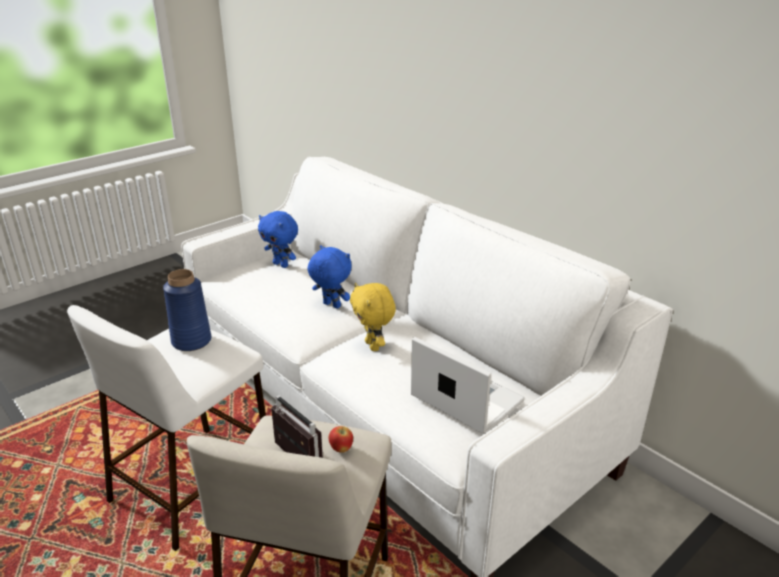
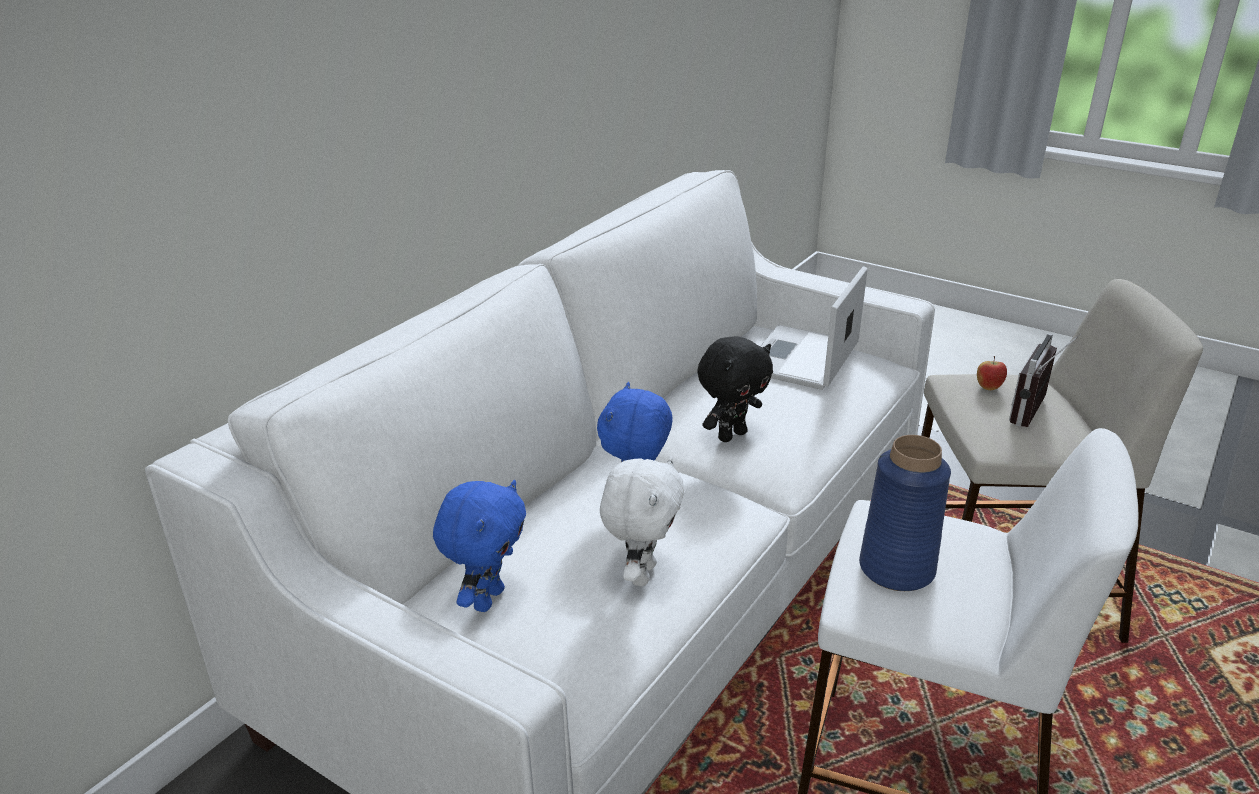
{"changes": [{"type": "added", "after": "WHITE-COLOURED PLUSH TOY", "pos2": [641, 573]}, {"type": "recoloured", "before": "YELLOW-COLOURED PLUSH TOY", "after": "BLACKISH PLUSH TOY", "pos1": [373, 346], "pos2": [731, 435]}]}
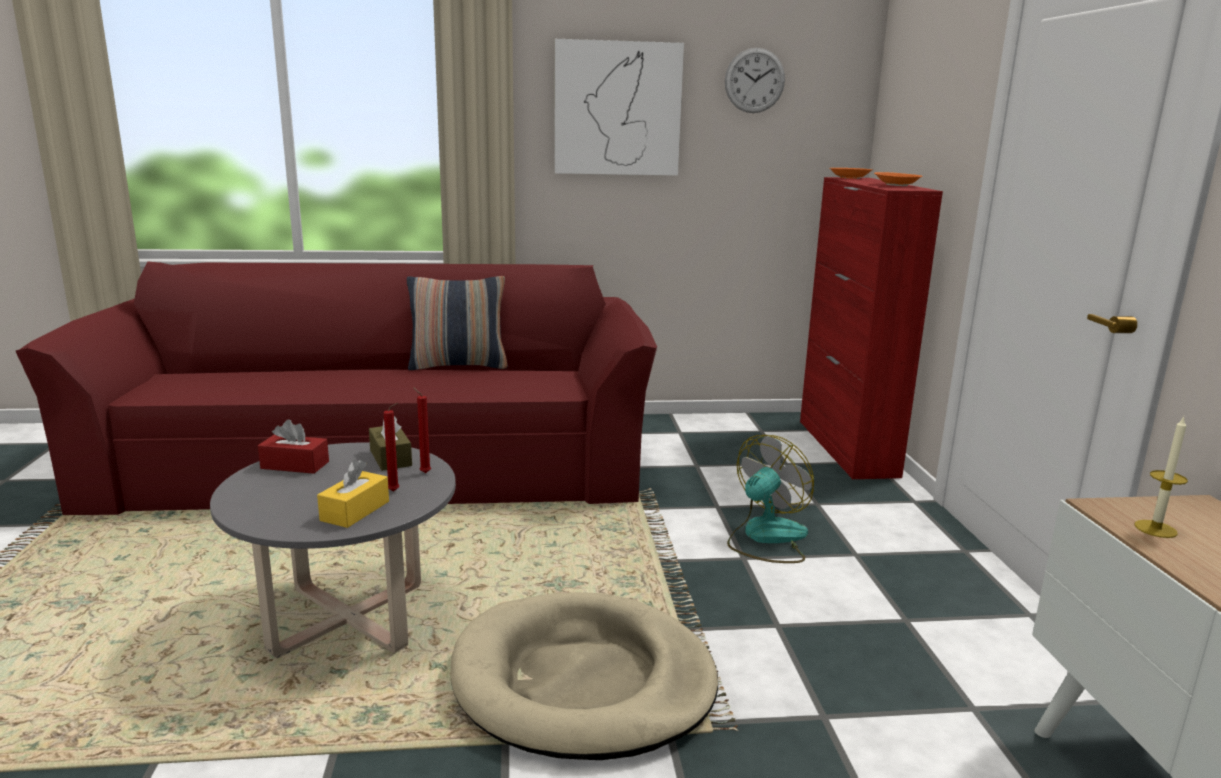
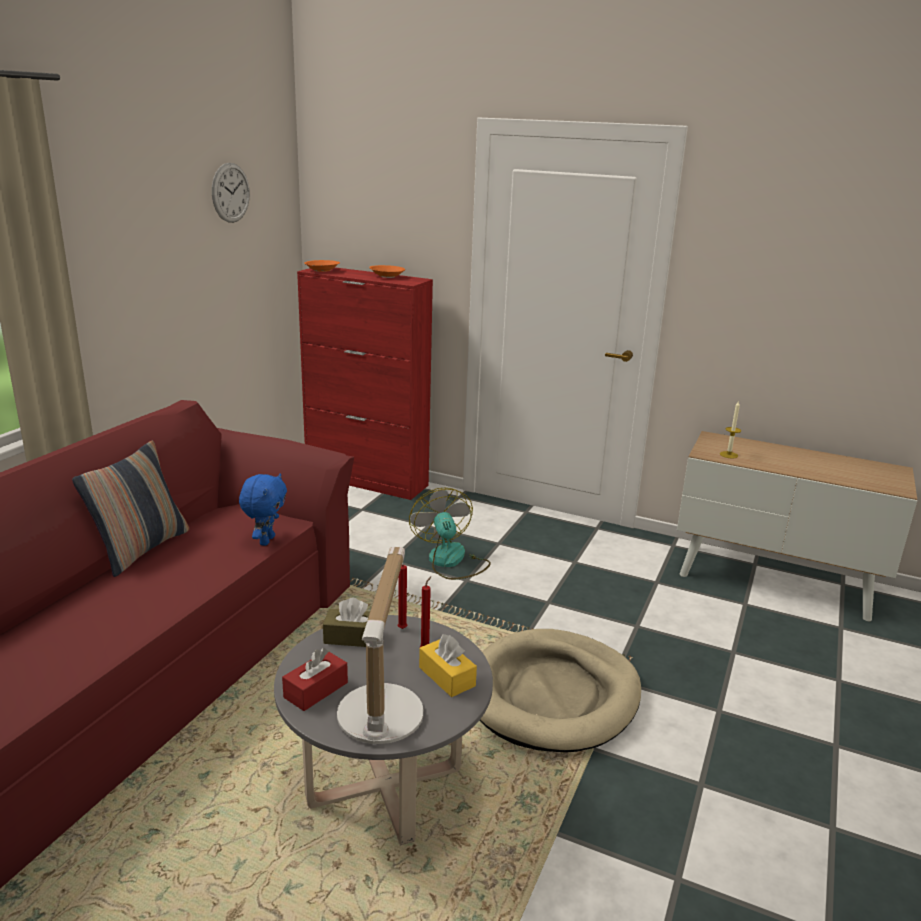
{"changes": [{"type": "removed", "before": "WALL ART", "pos1": [617, 109]}, {"type": "added", "after": "BLUISH PLUSH TOY", "pos2": [266, 540]}, {"type": "added", "after": "LAMP FOR A TABLE", "pos2": [382, 708]}]}
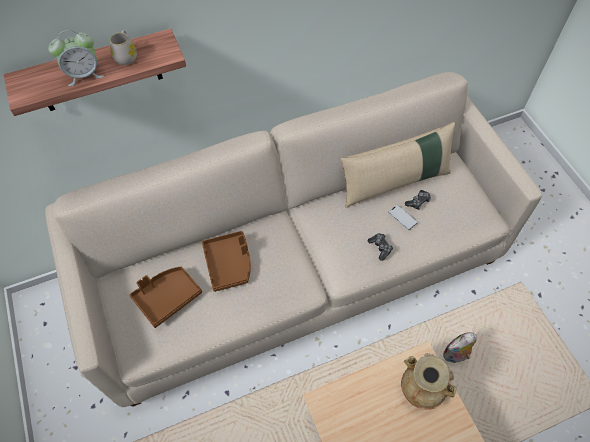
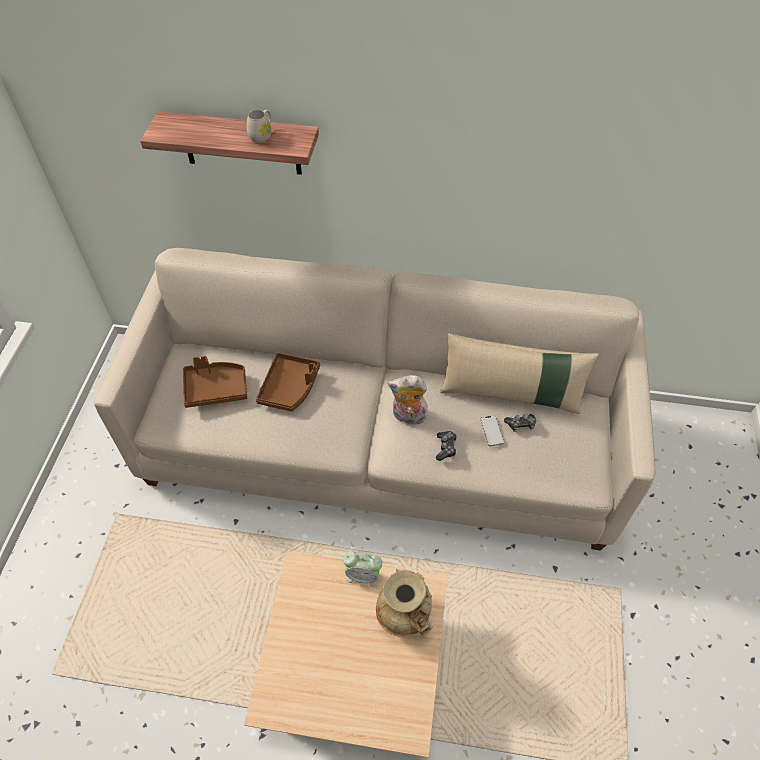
{"changes": [{"type": "moved", "before": "BEDSIDE CLOCK", "pos1": [84, 75], "pos2": [363, 575]}, {"type": "moved", "before": "PLUSH TOY", "pos1": [455, 356], "pos2": [408, 417]}]}
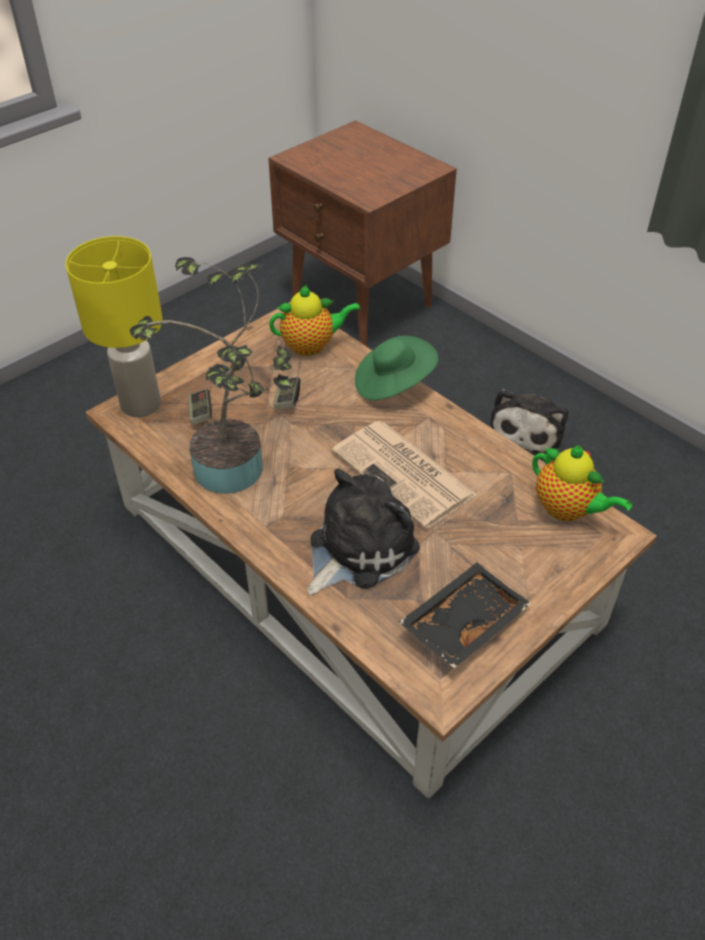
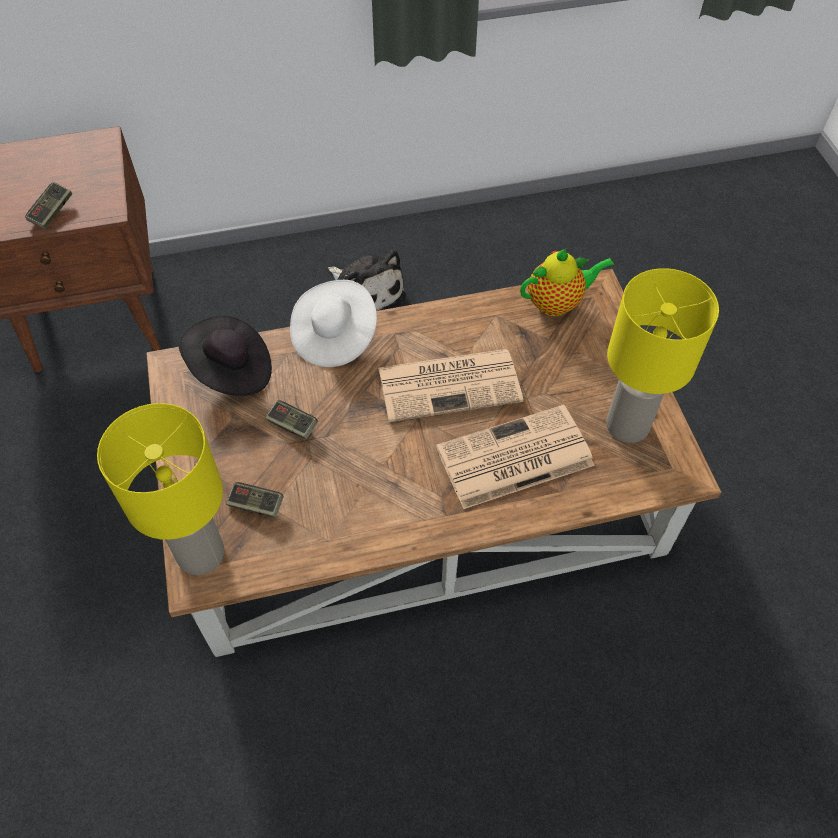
{"changes": [{"type": "removed", "before": "PLANT IN A POT", "pos1": [236, 470]}, {"type": "added", "after": "GAME CONTROLLER", "pos2": [52, 212]}, {"type": "replaced", "before": "TEAPOT", "after": "BLACKISH HAT", "pos1": [312, 346], "pos2": [231, 371]}, {"type": "replaced", "before": "PLUSH TOY", "after": "NEWSPAPER", "pos1": [357, 548], "pos2": [513, 458]}, {"type": "replaced", "before": "BLACKISH CARRYING TRAY", "after": "YELLOW-COLOURED LAMP FOR A TABLE", "pos1": [462, 621], "pos2": [627, 426]}, {"type": "recoloured", "before": "GREENISH HAT", "after": "WHITE-COLOURED HAT", "pos1": [393, 384], "pos2": [334, 337]}]}
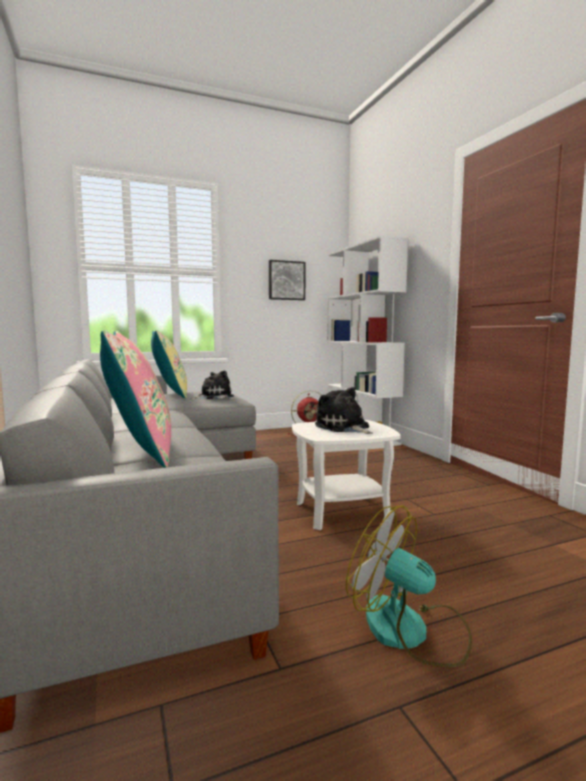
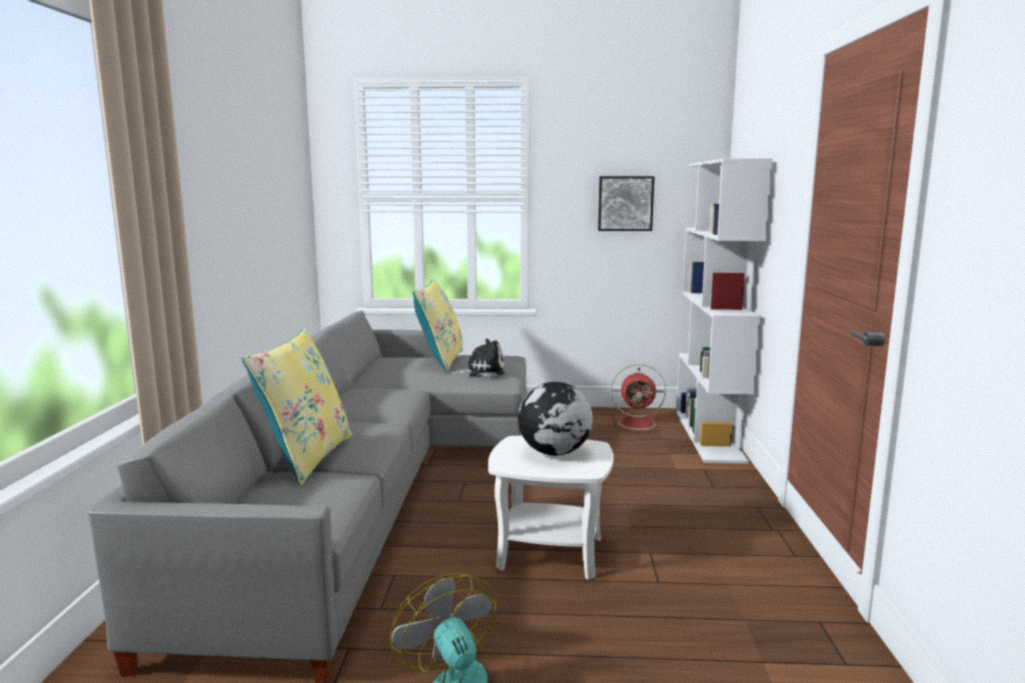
{"changes": [{"type": "replaced", "before": "PLUSH TOY", "after": "WORLD GLOBE", "pos1": [343, 427], "pos2": [554, 453]}, {"type": "recoloured", "before": "PINK THROW PILLOW", "after": "YELLOW-COLOURED THROW PILLOW", "pos1": [141, 451], "pos2": [306, 458]}]}
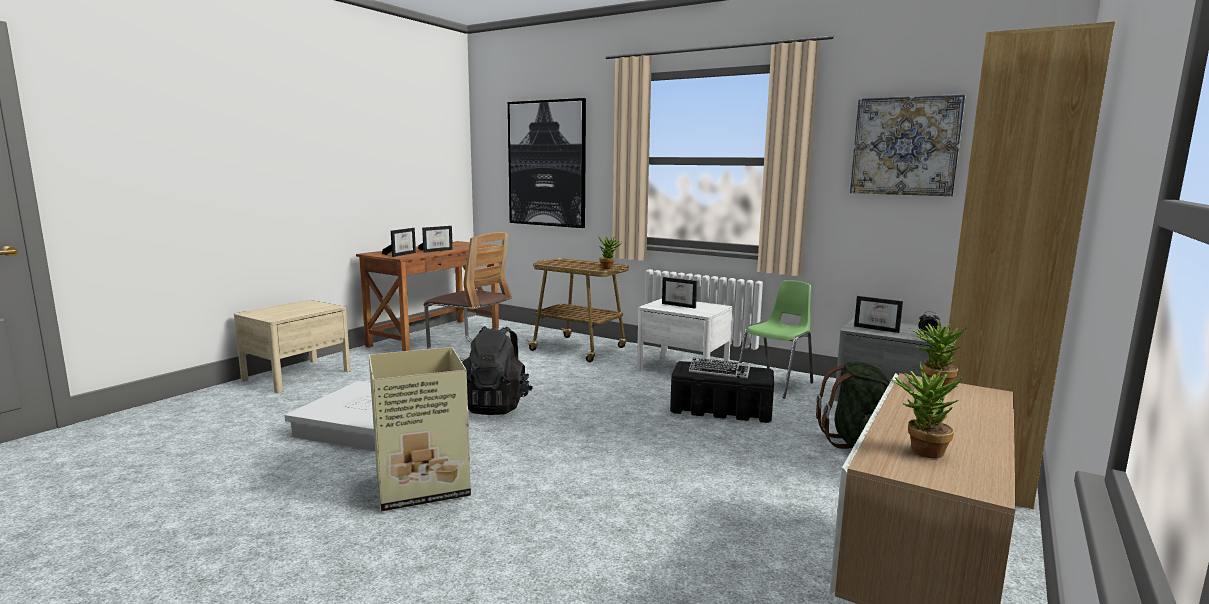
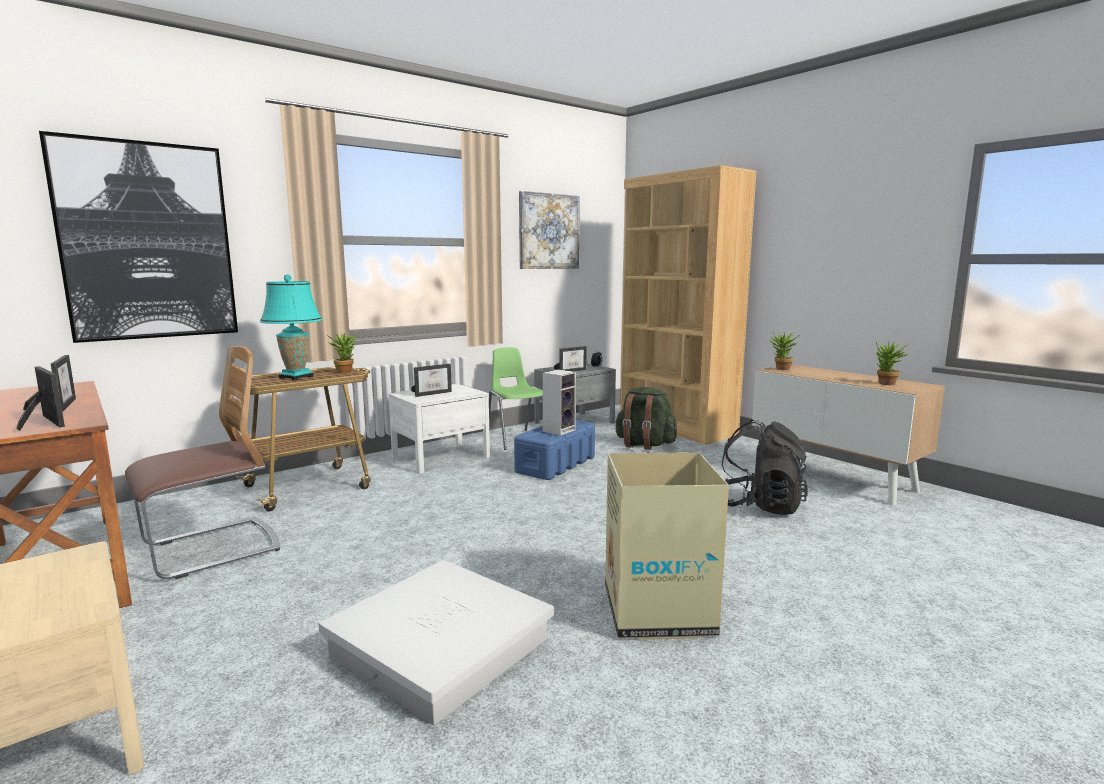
{"changes": [{"type": "added", "after": "TURQUOISE-COLOURED LAMP FOR A TABLE", "pos2": [296, 377]}, {"type": "moved", "before": "BLACKISH BACKPACK", "pos1": [495, 406], "pos2": [759, 506]}, {"type": "replaced", "before": "PC KEYBOARD", "after": "SPEAKER", "pos1": [719, 372], "pos2": [559, 430]}, {"type": "recoloured", "before": "BLACKISH STORAGE BOX", "after": "BLUISH STORAGE BOX", "pos1": [721, 410], "pos2": [556, 464]}]}
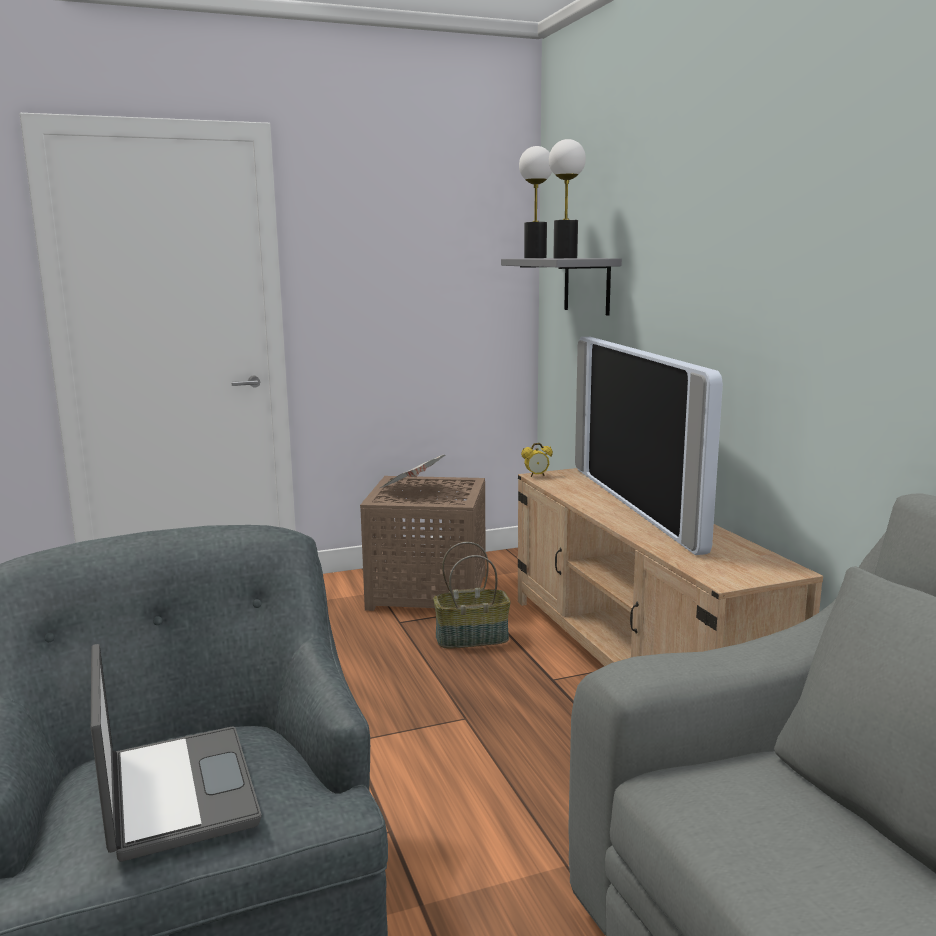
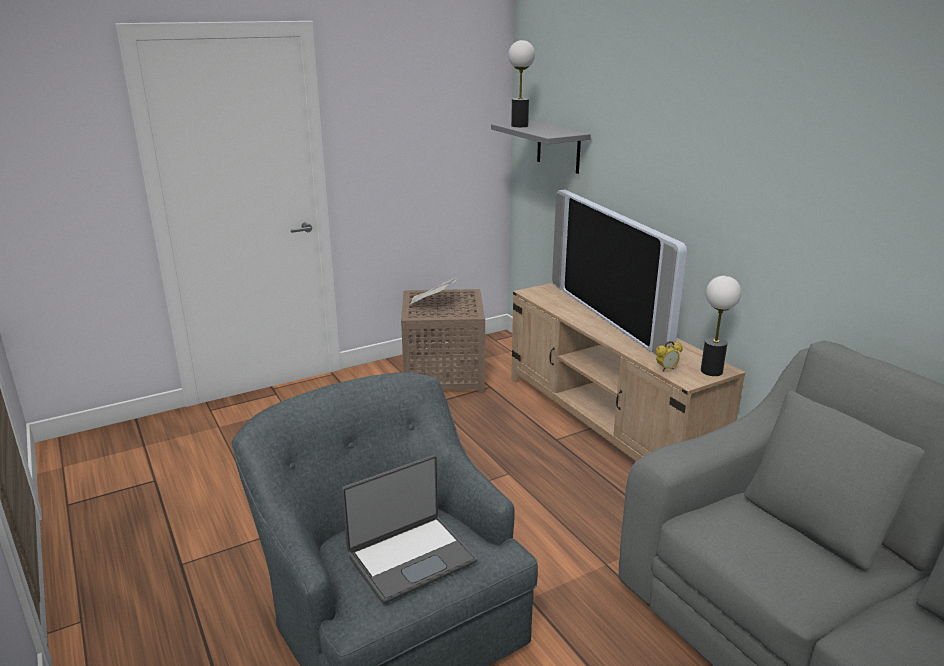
{"changes": [{"type": "removed", "before": "HOUSEHOLD BASKET", "pos1": [472, 638]}, {"type": "moved", "before": "BEDSIDE CLOCK", "pos1": [536, 476], "pos2": [666, 369]}, {"type": "moved", "before": "LAMP FOR A TABLE", "pos1": [565, 258], "pos2": [711, 371]}, {"type": "turned", "before": "PORTABLE COMPUTER", "pos1": [175, 793], "pos2": [410, 558], "turn": 90}]}
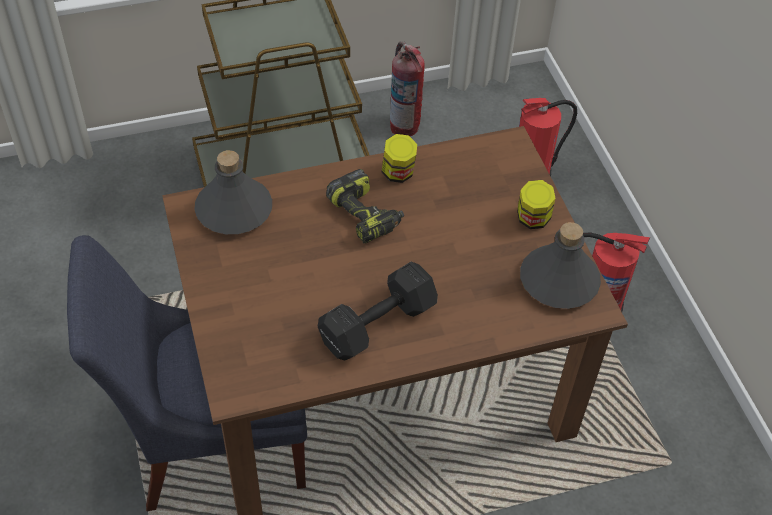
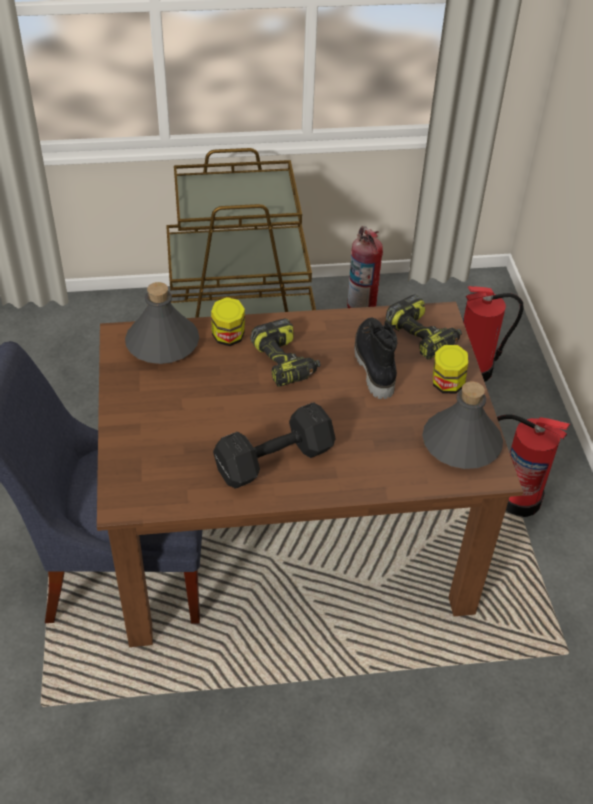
{"changes": [{"type": "added", "after": "BLACKISH HIGH-TOP BOOT", "pos2": [373, 364]}, {"type": "added", "after": "POWER DRILL", "pos2": [423, 336]}, {"type": "moved", "before": "JAR", "pos1": [398, 173], "pos2": [228, 338]}]}
